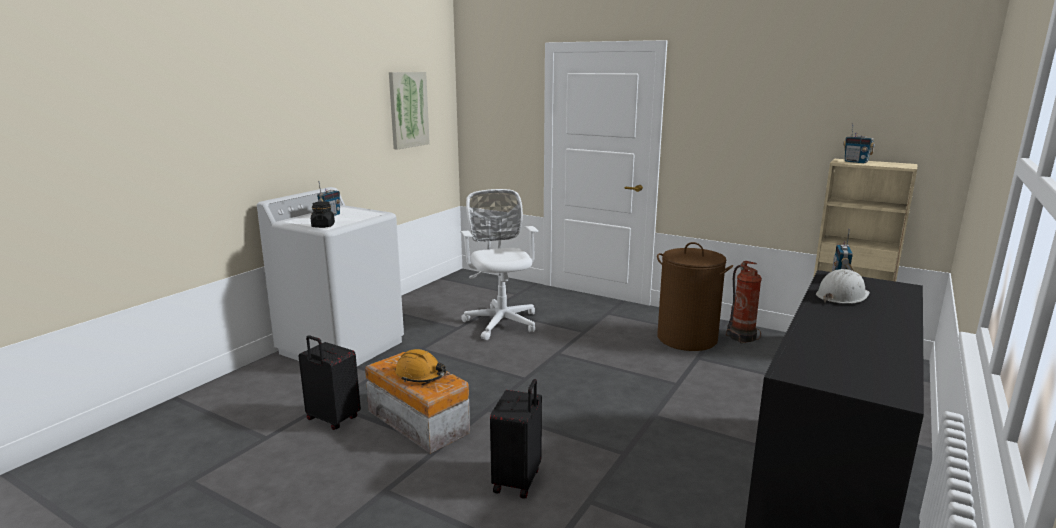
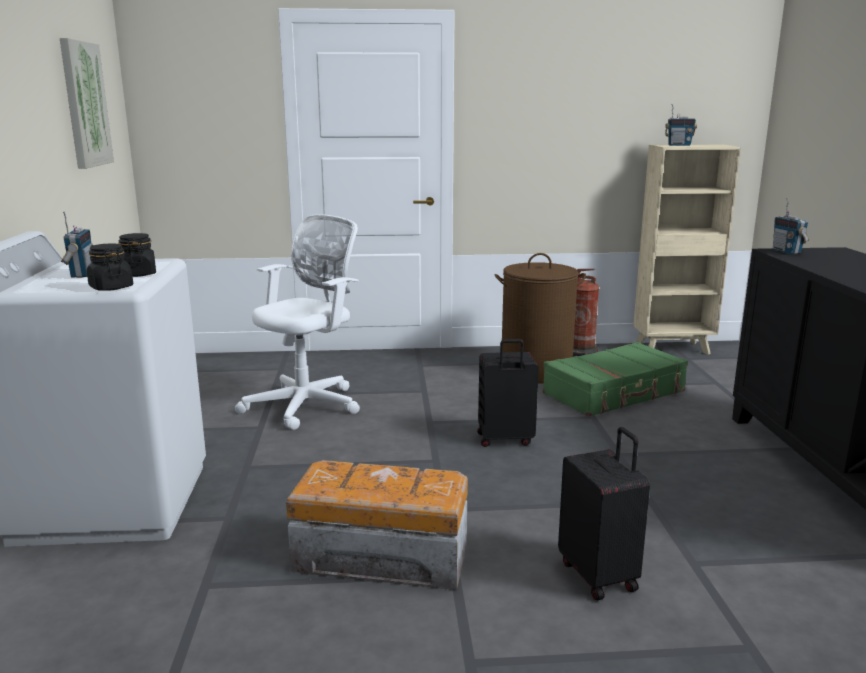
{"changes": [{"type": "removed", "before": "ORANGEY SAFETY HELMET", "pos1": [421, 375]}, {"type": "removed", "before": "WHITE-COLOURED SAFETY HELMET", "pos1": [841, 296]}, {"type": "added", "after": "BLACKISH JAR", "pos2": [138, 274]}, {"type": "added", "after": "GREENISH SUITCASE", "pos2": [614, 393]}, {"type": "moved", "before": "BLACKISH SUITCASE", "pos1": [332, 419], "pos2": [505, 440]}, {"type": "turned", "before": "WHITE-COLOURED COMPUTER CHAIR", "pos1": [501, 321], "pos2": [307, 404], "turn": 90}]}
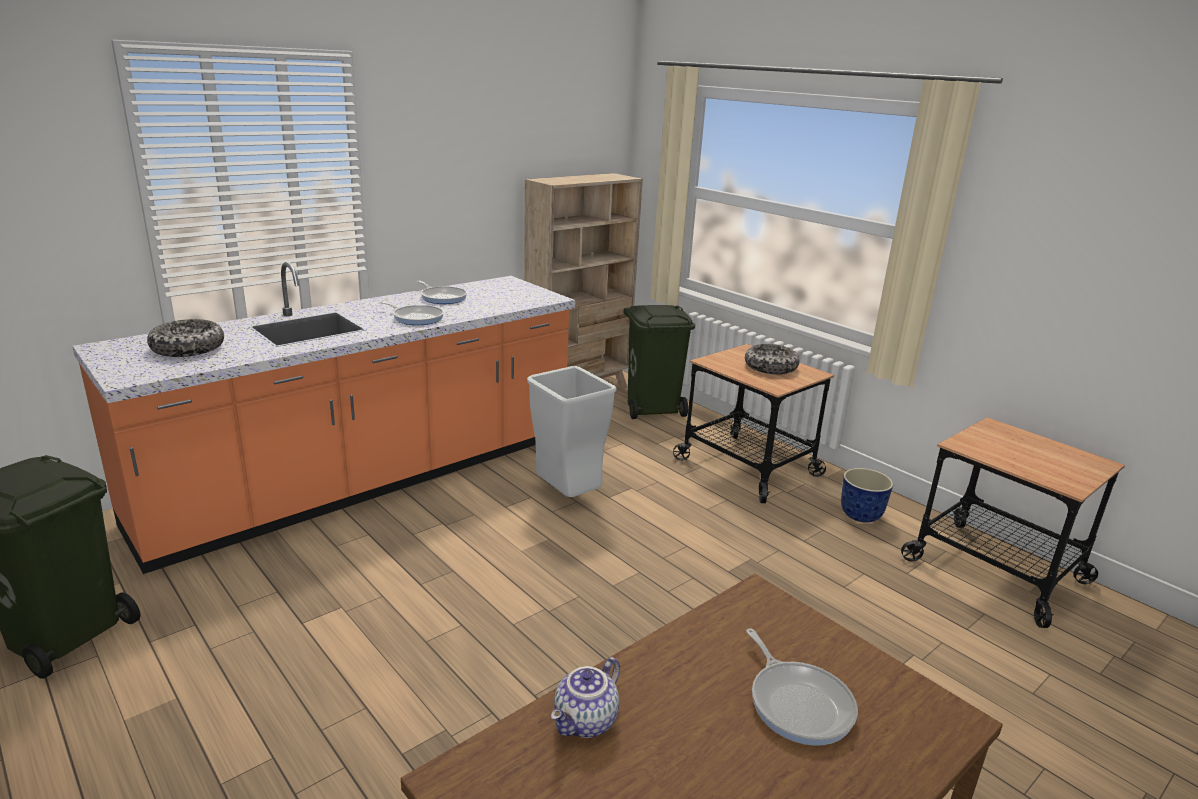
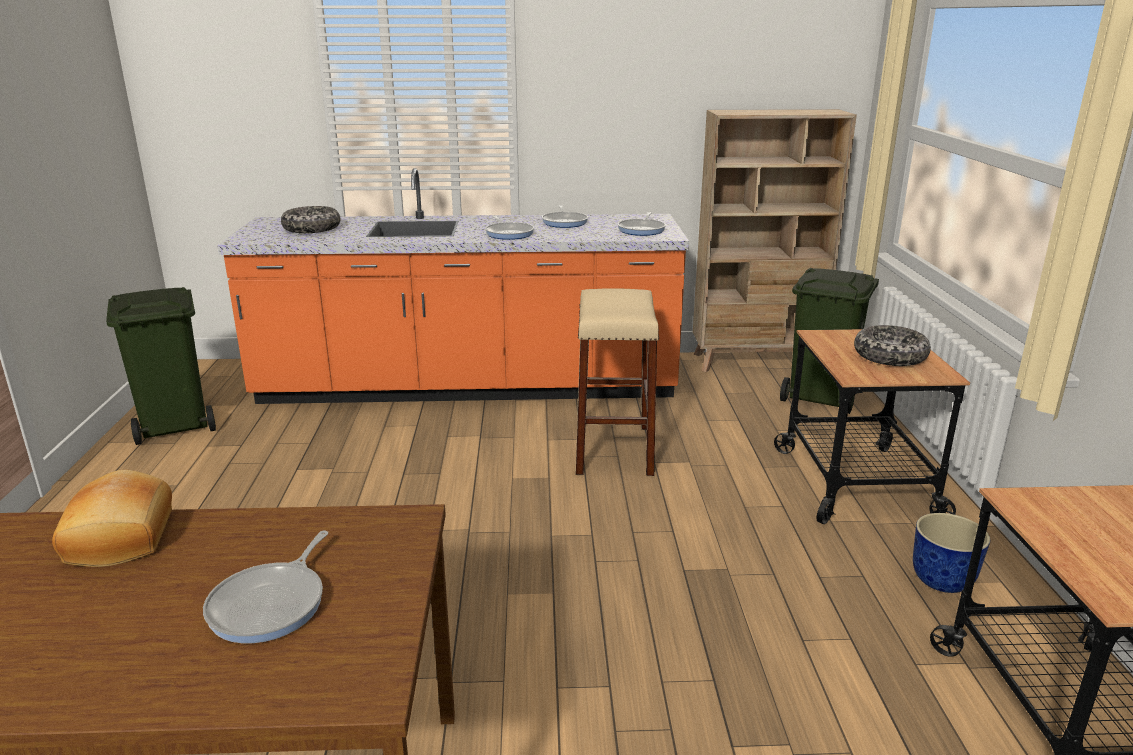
{"changes": [{"type": "added", "after": "FRYING PAN", "pos2": [642, 230]}, {"type": "replaced", "before": "GRAY WASTE BIN", "after": "SAND-COLOURED STOOL SEAT", "pos1": [568, 497], "pos2": [613, 450]}, {"type": "replaced", "before": "TEAPOT", "after": "BREAD", "pos1": [586, 722], "pos2": [123, 538]}]}
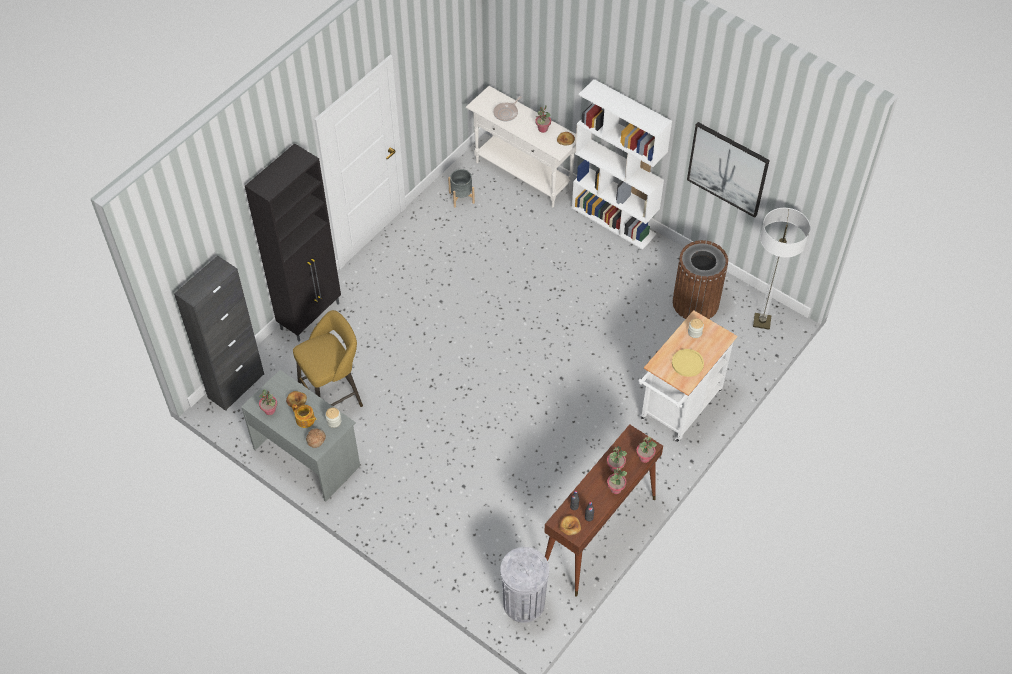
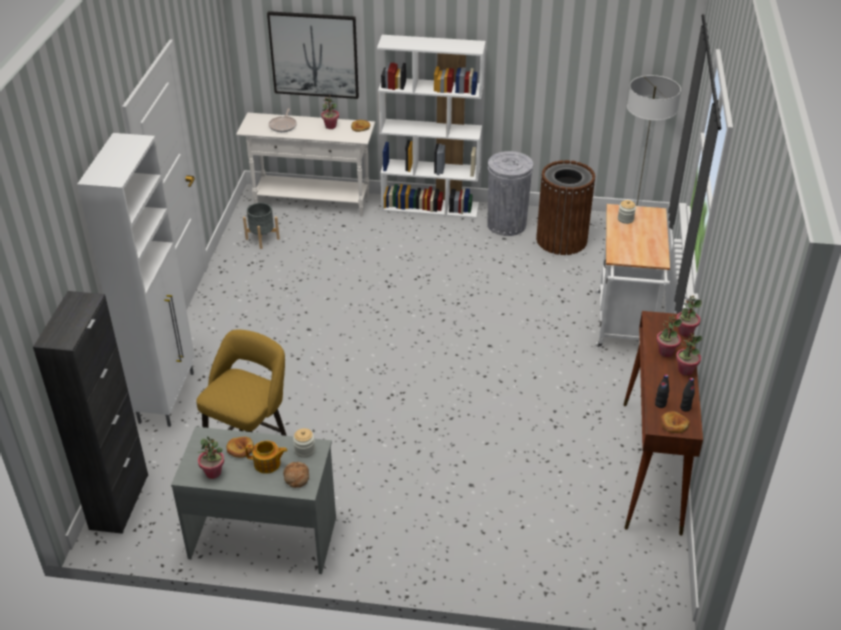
{"changes": [{"type": "removed", "before": "YELLOW-COLOURED DINNER PLATE", "pos1": [687, 363]}, {"type": "moved", "before": "GRAY WASTE BIN", "pos1": [523, 603], "pos2": [506, 224]}, {"type": "moved", "before": "WALL ART", "pos1": [727, 169], "pos2": [314, 55]}, {"type": "recoloured", "before": "BLACKISH STORAGE CABINET", "after": "WHITE-COLOURED STORAGE CABINET", "pos1": [311, 316], "pos2": [167, 397]}]}
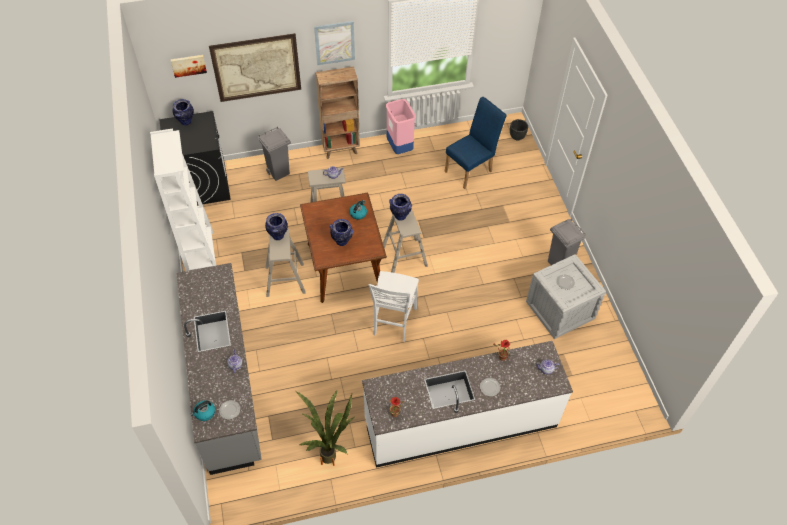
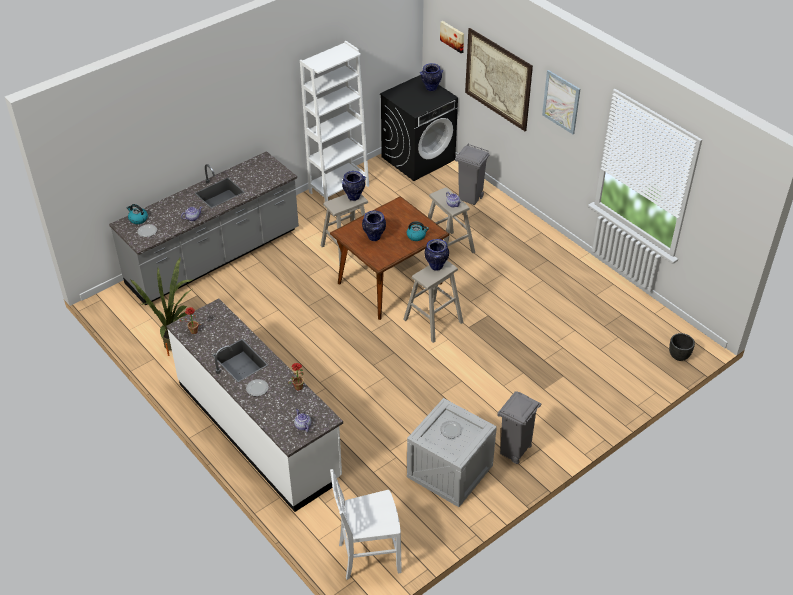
{"changes": [{"type": "removed", "before": "BROWN SHELVING UNIT", "pos1": [341, 149]}, {"type": "removed", "before": "PINK WASTE BIN", "pos1": [400, 147]}, {"type": "removed", "before": "BLUISH CHAIR", "pos1": [471, 169]}, {"type": "moved", "before": "WHITE-COLOURED CHAIR", "pos1": [393, 322], "pos2": [367, 557]}]}
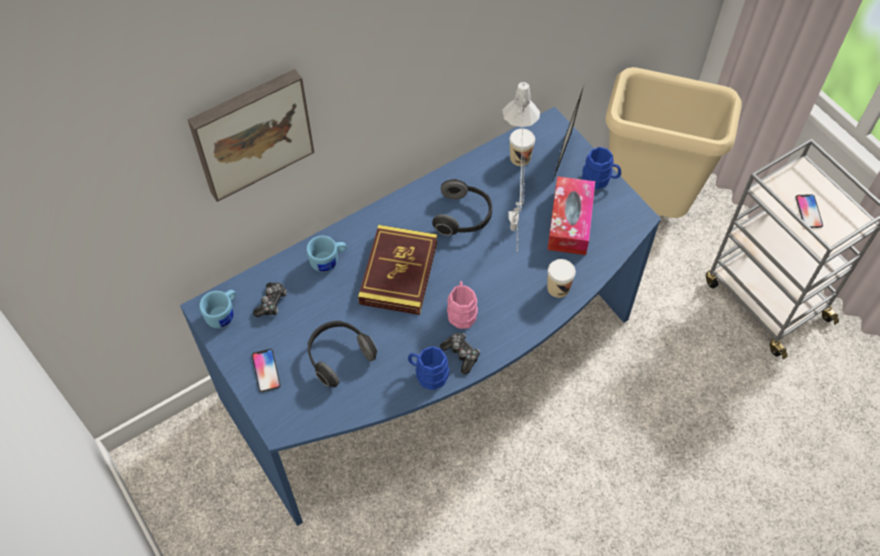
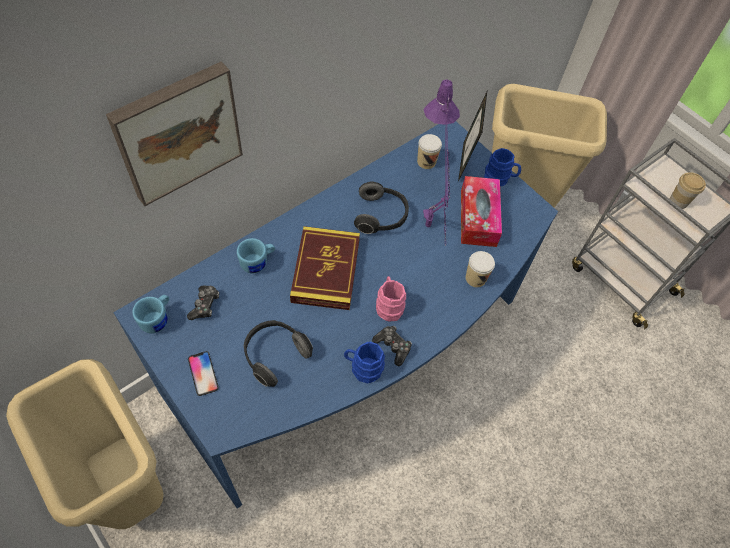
{"changes": [{"type": "added", "after": "SAND-COLOURED WASTE BIN", "pos2": [128, 488]}, {"type": "replaced", "before": "HANDSET", "after": "DRINKING CUP", "pos1": [808, 212], "pos2": [678, 201]}, {"type": "recoloured", "before": "GRAY LAMP FOR A TABLE", "after": "PURPLE-COLOURED LAMP FOR A TABLE", "pos1": [513, 237], "pos2": [428, 233]}]}
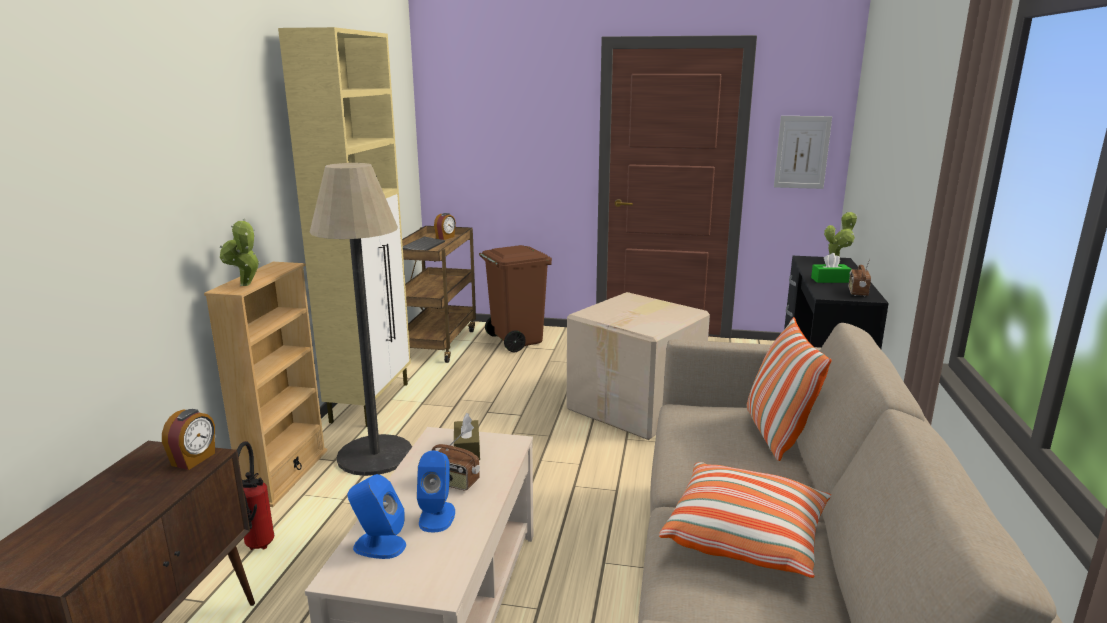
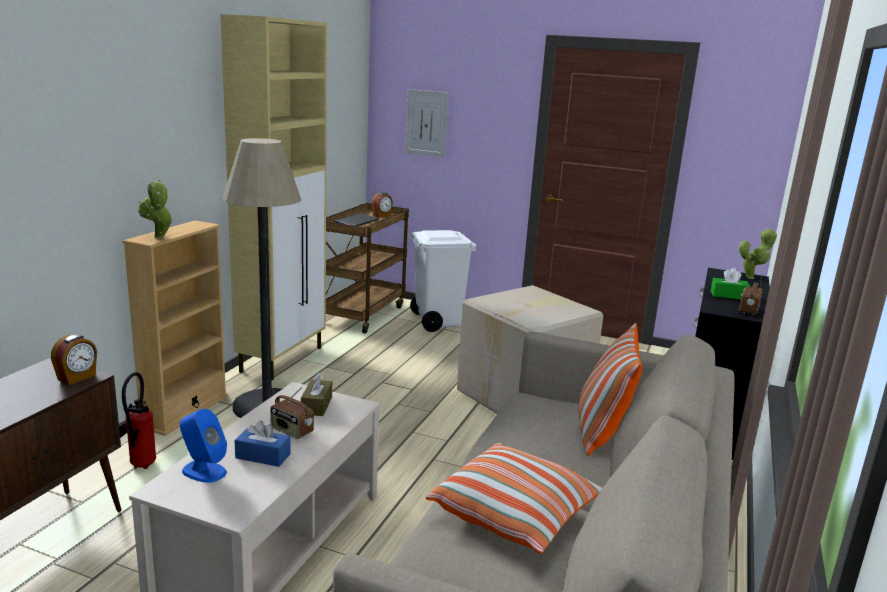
{"changes": [{"type": "moved", "before": "WALL ART", "pos1": [802, 152], "pos2": [426, 123]}, {"type": "replaced", "before": "BLUISH SPEAKER", "after": "BLUISH TISSUE HOLDER", "pos1": [437, 516], "pos2": [263, 456]}, {"type": "recoloured", "before": "BROWN WASTE BIN", "after": "WHITE-COLOURED WASTE BIN", "pos1": [516, 341], "pos2": [437, 321]}]}
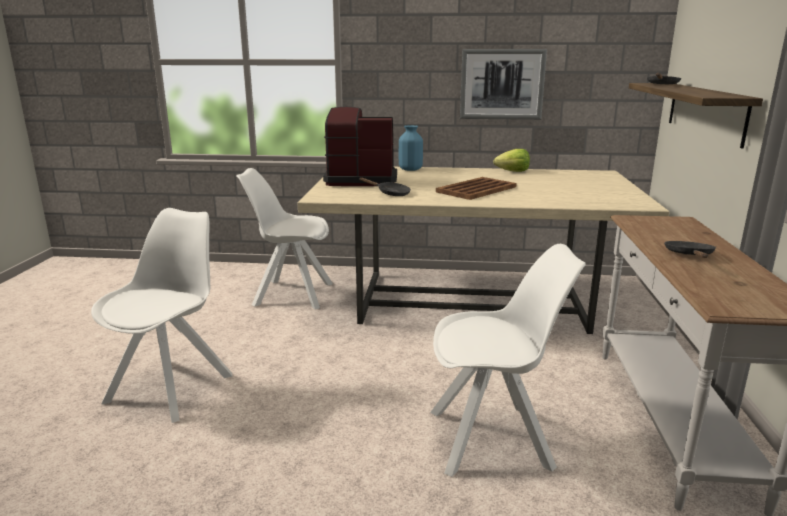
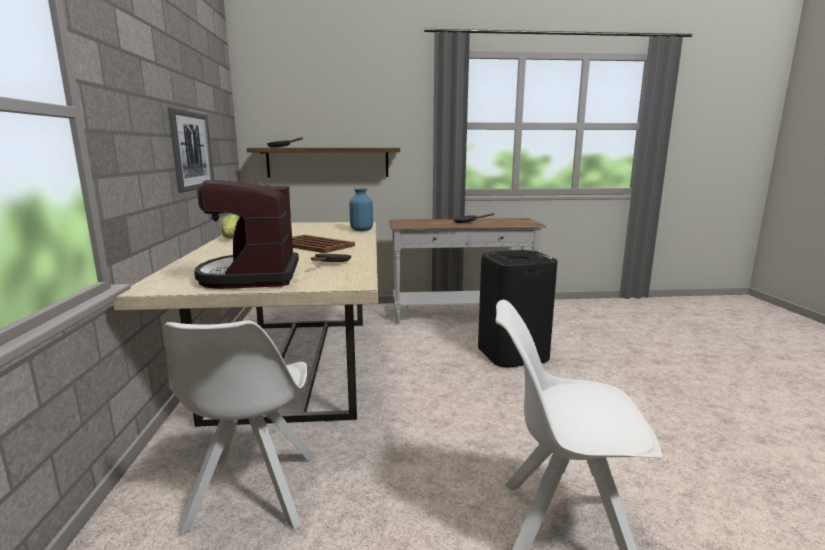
{"changes": [{"type": "moved", "before": "BLUISH DECORATIVE VASE", "pos1": [410, 169], "pos2": [361, 230]}, {"type": "replaced", "before": "WHITE-COLOURED CHAIR", "after": "BLACKISH WASTE BIN", "pos1": [493, 439], "pos2": [512, 353]}]}
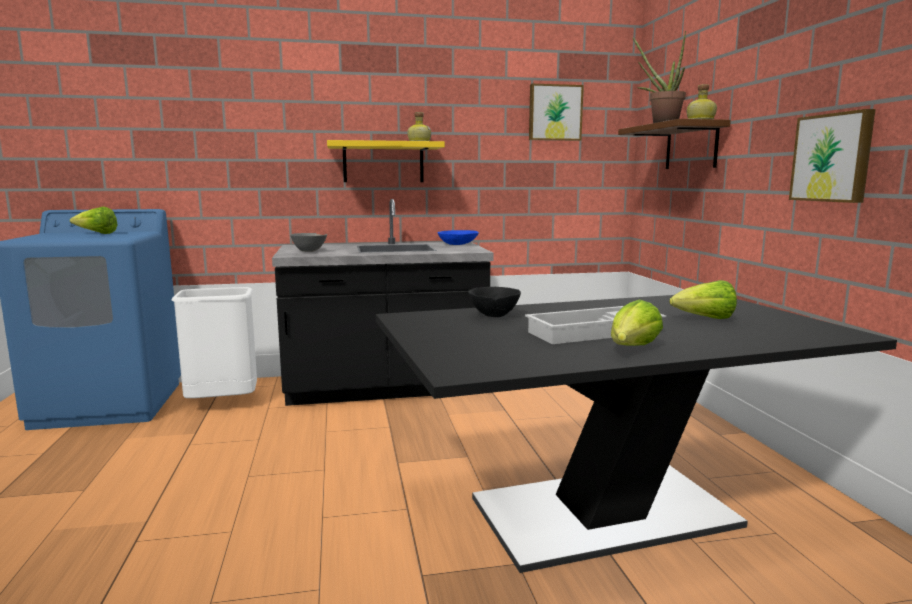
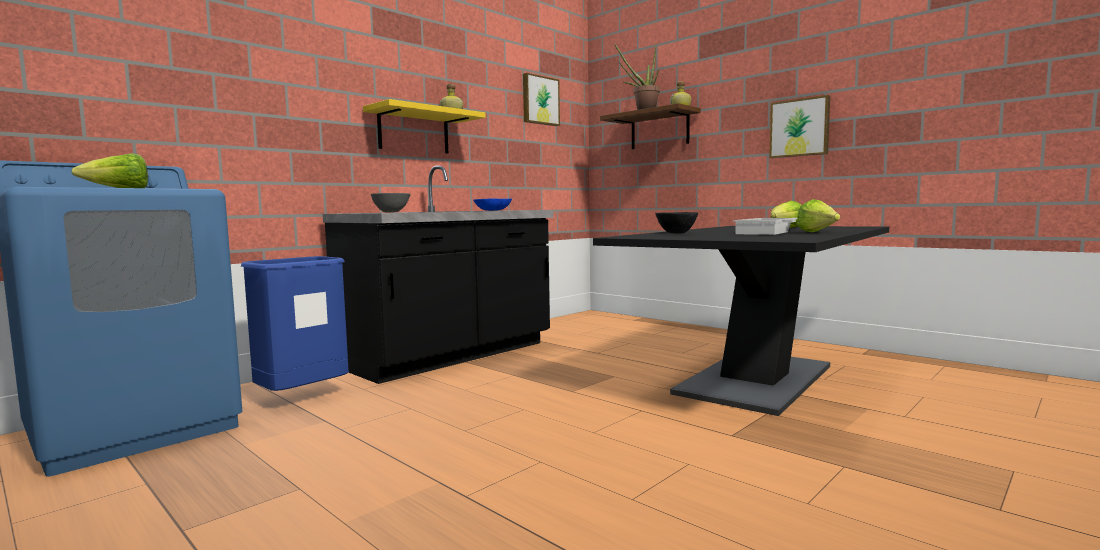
{"changes": [{"type": "recoloured", "before": "WHITE-COLOURED WASTE BIN", "after": "BLUISH WASTE BIN", "pos1": [223, 405], "pos2": [303, 397]}]}
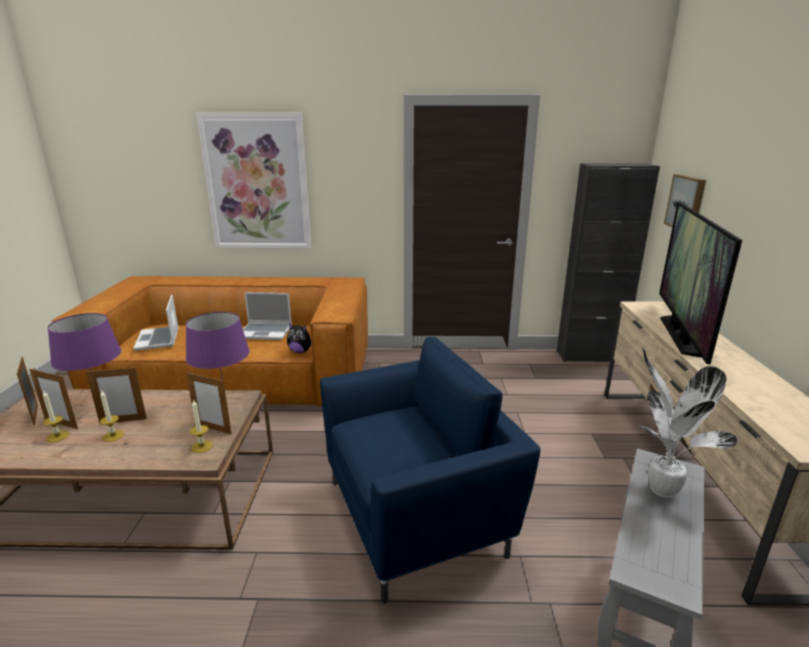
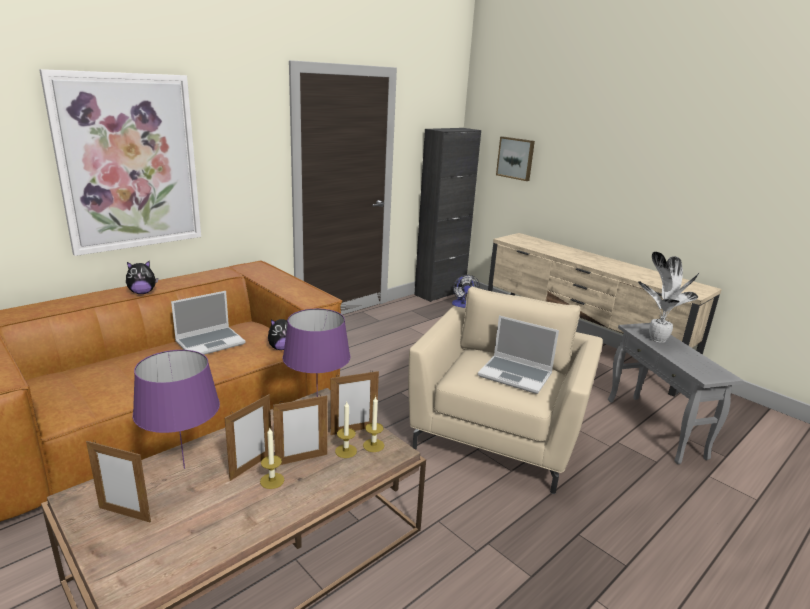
{"changes": [{"type": "removed", "before": "TELEVISION", "pos1": [680, 335]}, {"type": "added", "after": "PLUSH TOY", "pos2": [142, 293]}, {"type": "added", "after": "FAN", "pos2": [462, 305]}, {"type": "moved", "before": "PHOTO FRAME", "pos1": [61, 424], "pos2": [301, 459]}, {"type": "moved", "before": "CANDLE", "pos1": [58, 436], "pos2": [346, 451]}, {"type": "moved", "before": "PORTABLE COMPUTER", "pos1": [158, 339], "pos2": [516, 375]}, {"type": "recoloured", "before": "BLUISH LOUNGE CHAIR", "after": "SAND-COLOURED LOUNGE CHAIR", "pos1": [418, 517], "pos2": [497, 438]}]}
